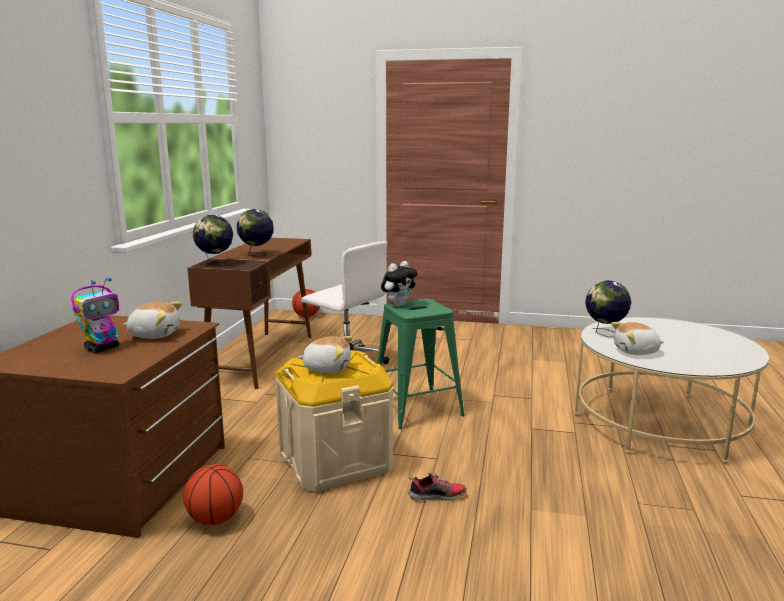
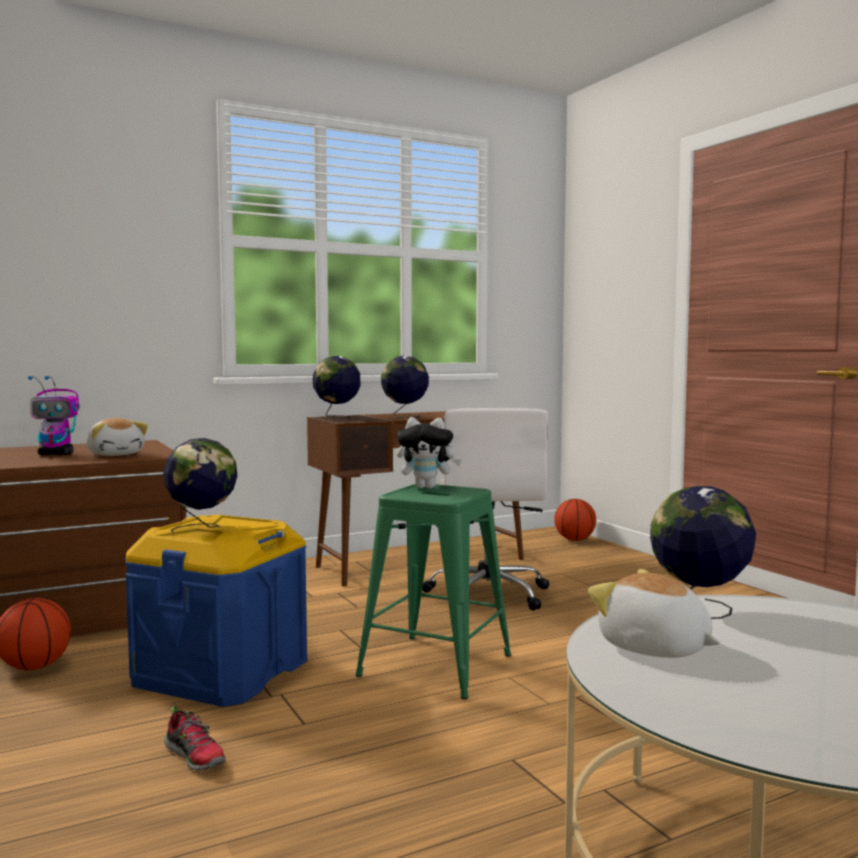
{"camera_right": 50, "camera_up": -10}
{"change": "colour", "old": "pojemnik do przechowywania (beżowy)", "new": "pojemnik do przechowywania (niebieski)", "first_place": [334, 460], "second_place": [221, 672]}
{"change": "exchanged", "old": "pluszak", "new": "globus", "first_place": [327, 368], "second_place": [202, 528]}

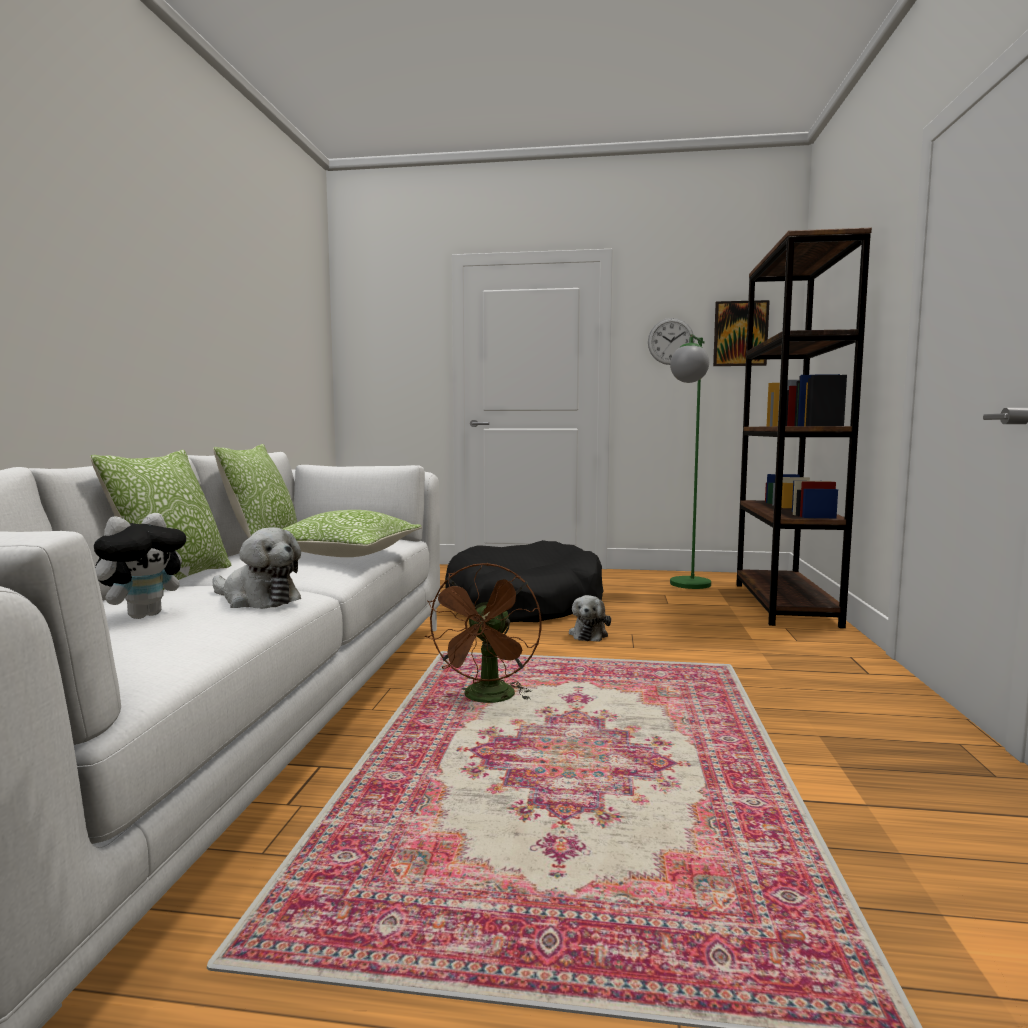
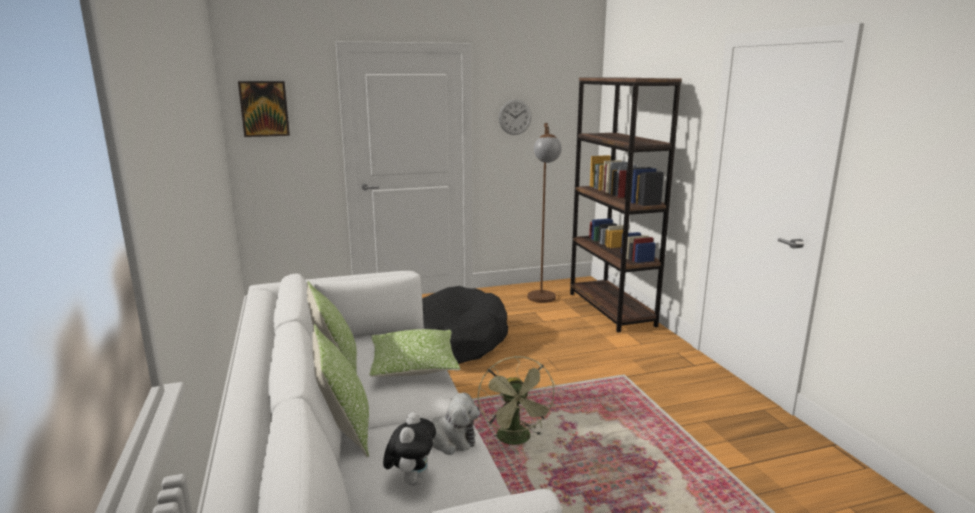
{"camera_right": -25, "camera_up": 10}
{"change": "colour", "old": "wentylator (brązowy)", "new": "wentylator (zielony)", "first_place": [488, 699], "second_place": [516, 440]}
{"change": "missing", "old": "pluszak", "first_place": [589, 634]}
{"change": "colour", "old": "lampa stojąca (zielony)", "new": "lampa stojąca (brązowy)", "first_place": [687, 587], "second_place": [542, 301]}
{"change": "relocated", "old": "obraz", "first_place": [740, 333], "second_place": [264, 109]}

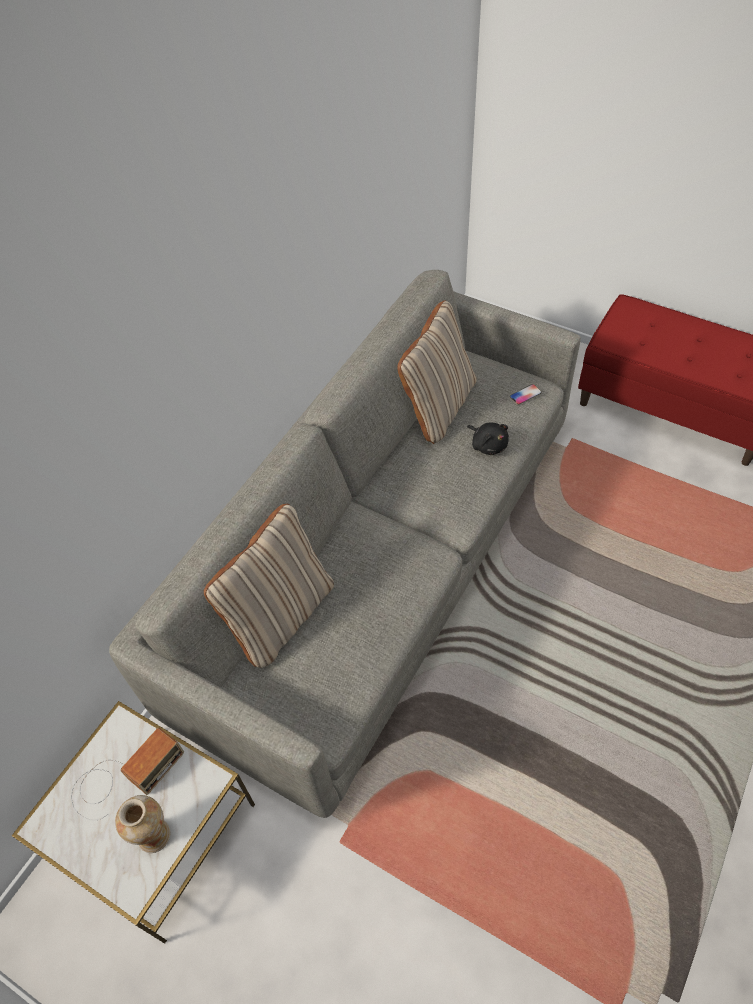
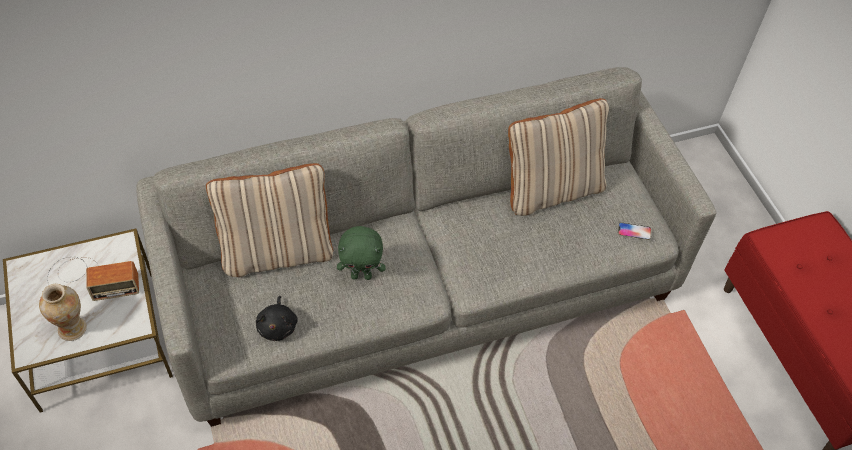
{"camera_right": 35, "camera_up": 0}
{"change": "relocated", "old": "pluszak (czarny)", "first_place": [488, 444], "second_place": [278, 326]}
{"change": "appeared", "new": "pluszak (zielony)", "second_place": [361, 275]}

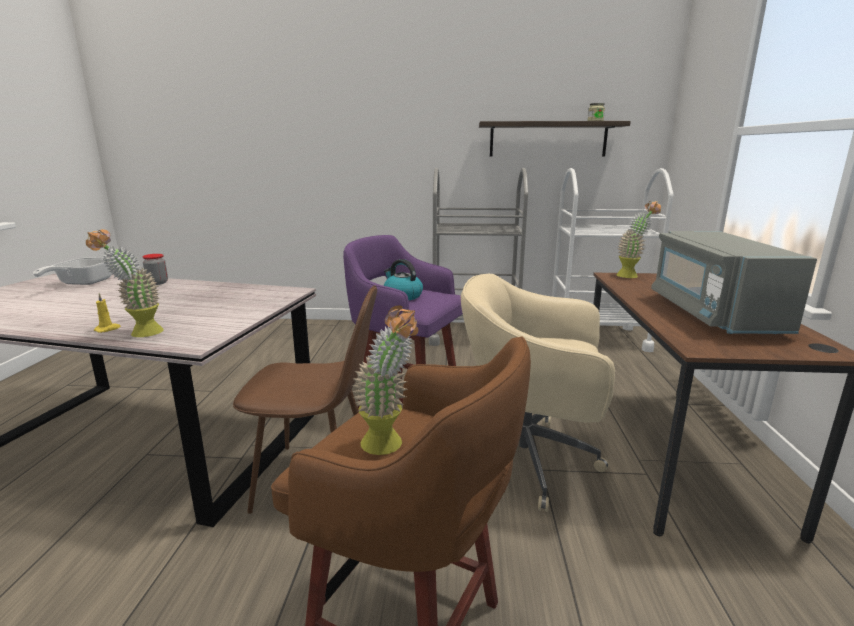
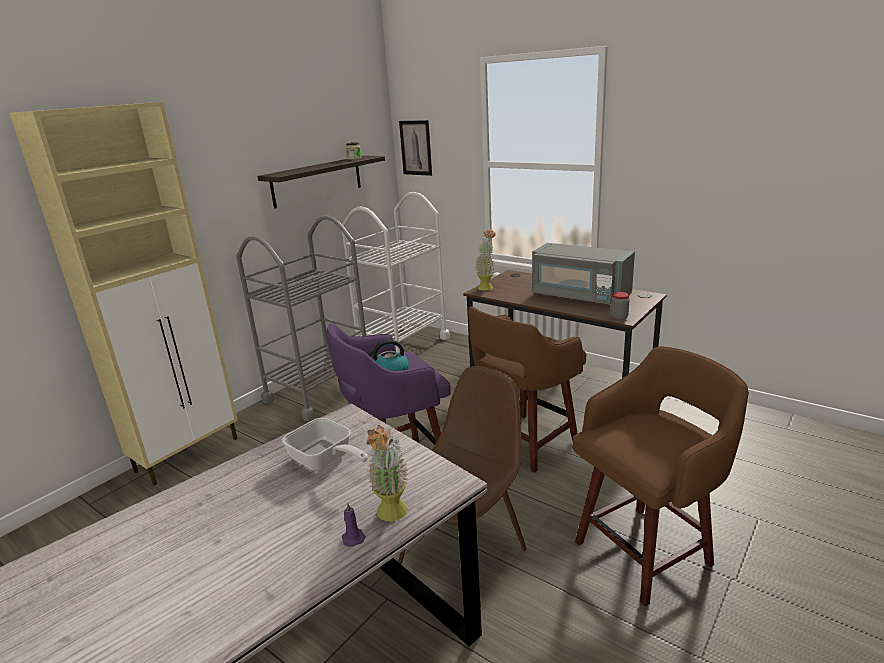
{"camera_right": -55, "camera_up": 5}
{"change": "relocated", "old": "patelnia", "first_place": [81, 283], "second_place": [325, 461]}
{"change": "colour", "old": "świeca (żółty)", "new": "świeca (fioletowy)", "first_place": [108, 329], "second_place": [353, 537]}
{"change": "relocated", "old": "słoik", "first_place": [157, 283], "second_place": [619, 317]}
{"change": "missing", "old": "roślina doniczkowa", "first_place": [389, 447]}
{"change": "exchanged", "old": "krzesło biurowe (beżowy)", "new": "stołek (brązowy)", "first_place": [529, 459], "second_place": [525, 443]}
{"change": "appeared", "new": "szafka (beżowy)", "second_place": [189, 454]}
{"change": "appeared", "new": "obraz", "second_place": [416, 148]}

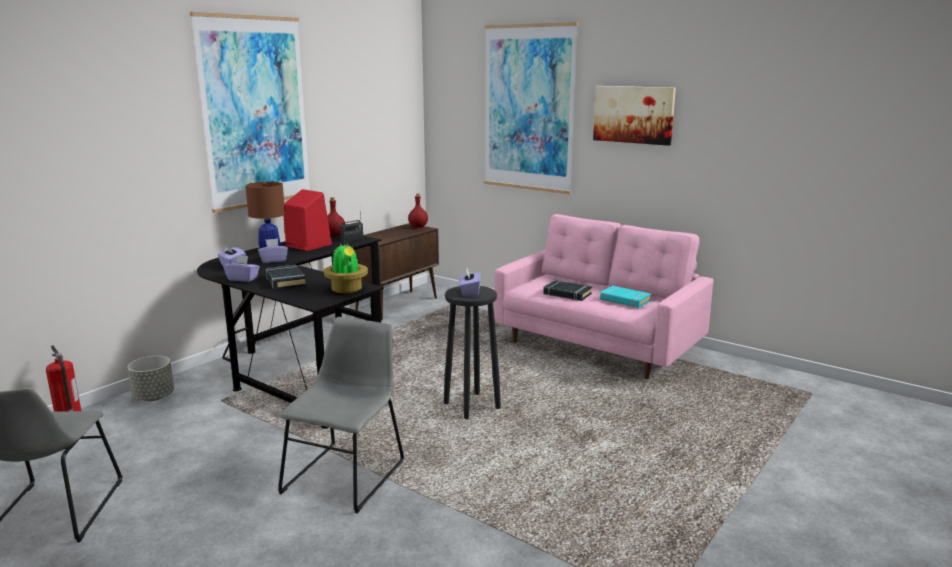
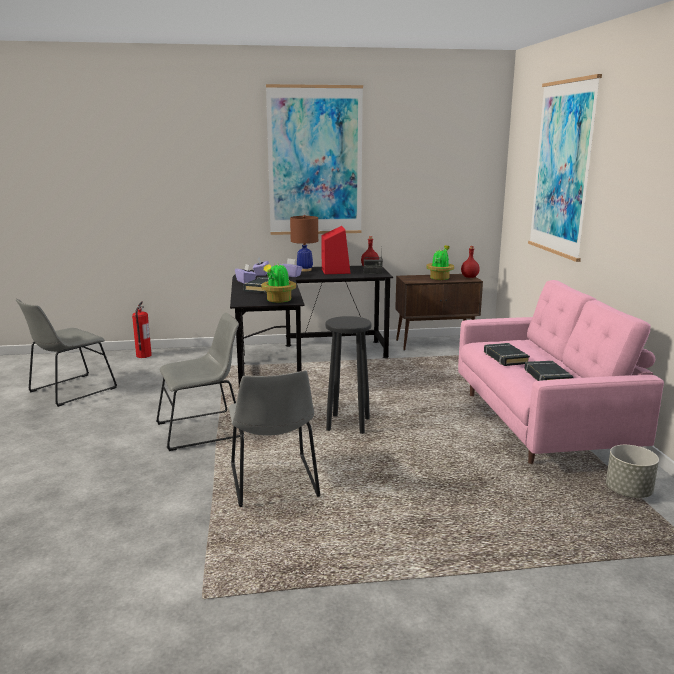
{"camera_right": 45, "camera_up": 0}
{"change": "relocated", "old": "donica (szary)", "first_place": [154, 397], "second_place": [628, 492]}
{"change": "missing", "old": "pudełko chusteczek (fioletowy)", "first_place": [469, 293]}
{"change": "missing", "old": "obraz", "first_place": [633, 114]}
{"change": "colour", "old": "książka (turkusowy)", "new": "książka (czarny)", "first_place": [624, 300], "second_place": [547, 377]}
{"change": "appeared", "new": "krzesło (szary)", "second_place": [274, 483]}
{"change": "appeared", "new": "roślina doniczkowa", "second_place": [440, 278]}

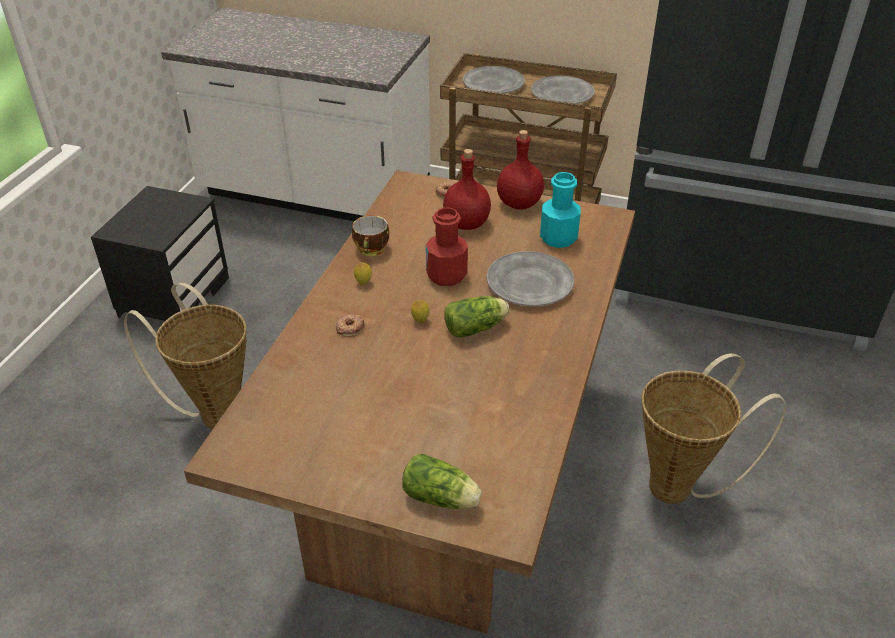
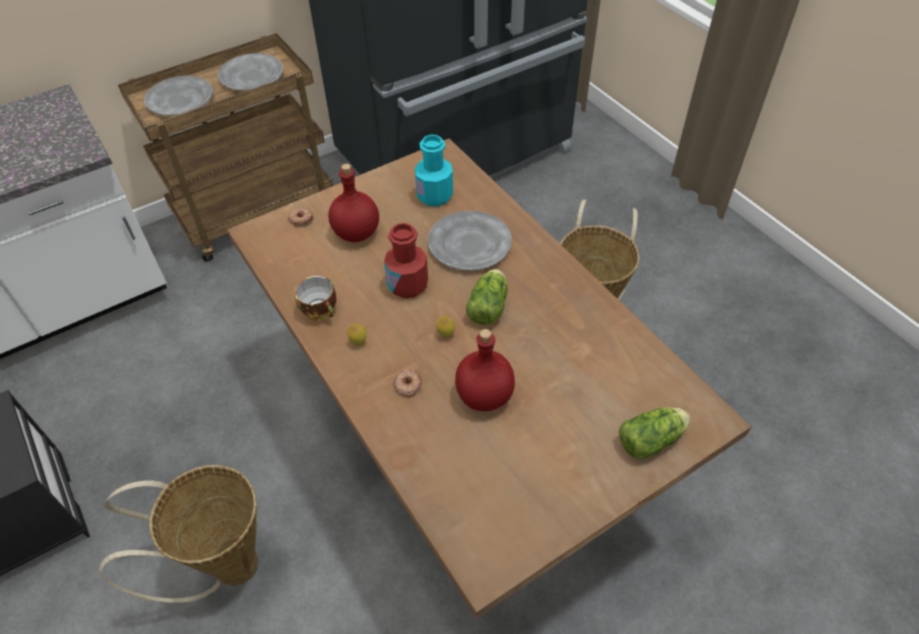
{"camera_right": -50, "camera_up": 10}
{"change": "relocated", "old": "butelka (czerwony)", "first_place": [518, 203], "second_place": [483, 396]}

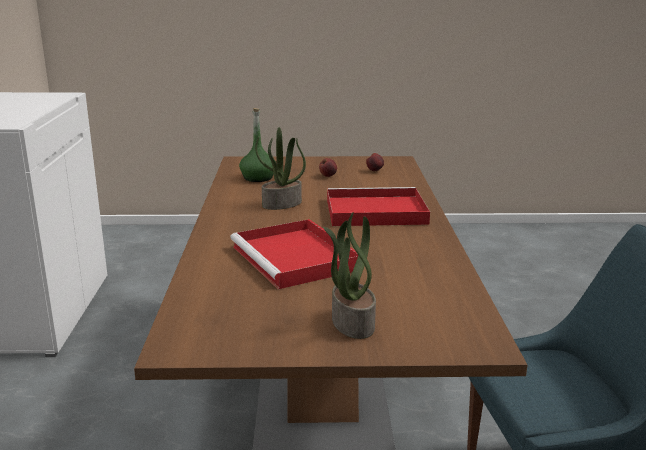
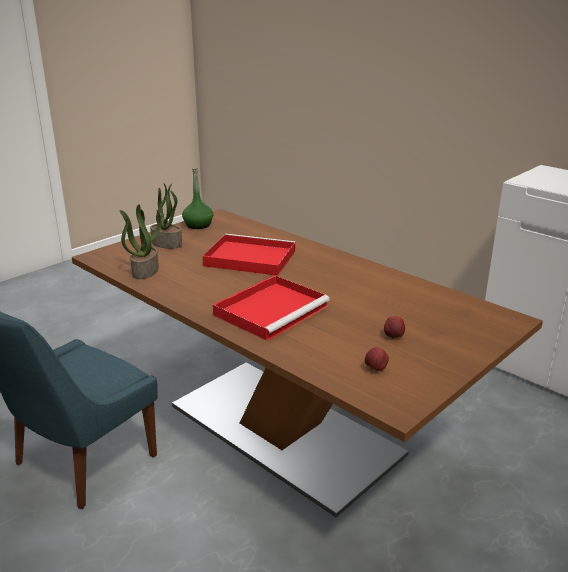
{"camera_right": 135, "camera_up": 5}
{"change": "relocated", "old": "butelka (zielony)", "first_place": [258, 178], "second_place": [198, 225]}
{"change": "relocated", "old": "roślina doniczkowa", "first_place": [282, 204], "second_place": [145, 271]}

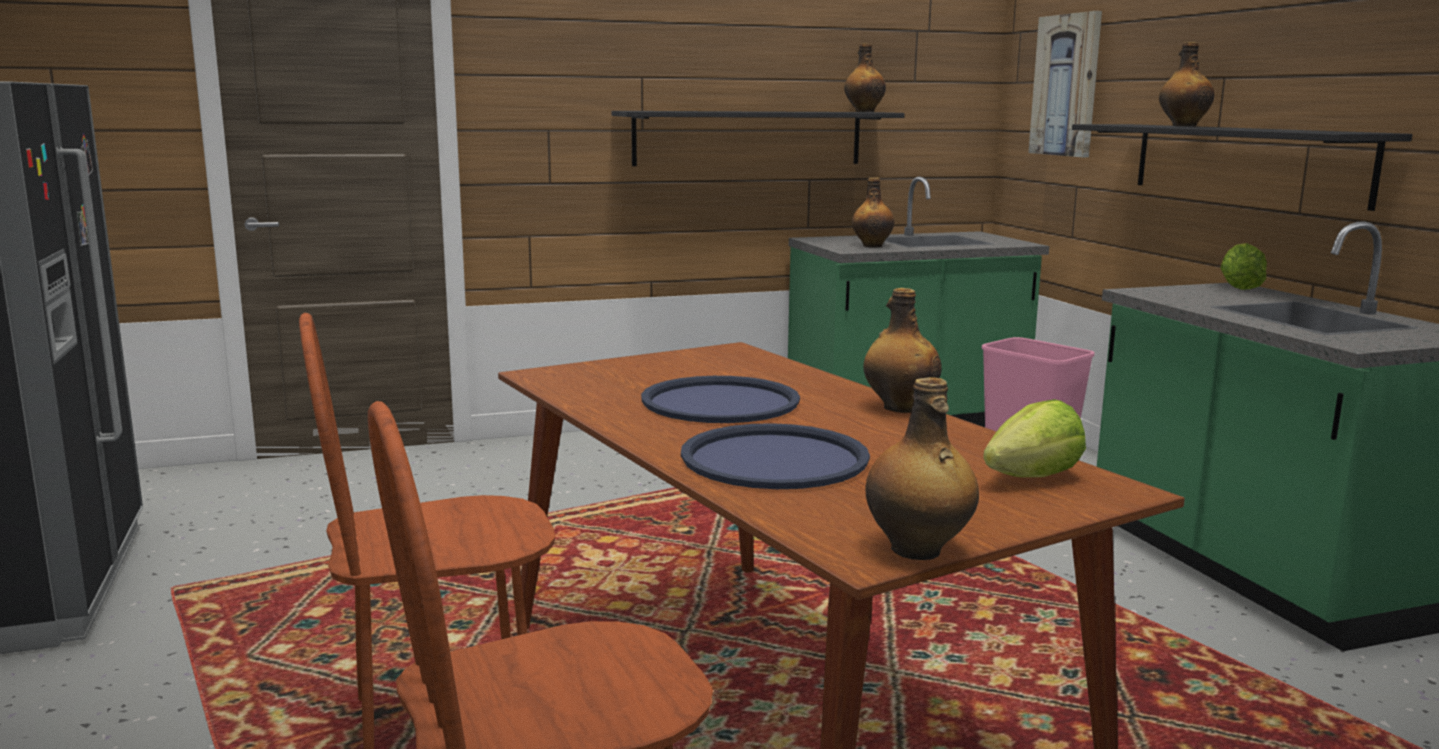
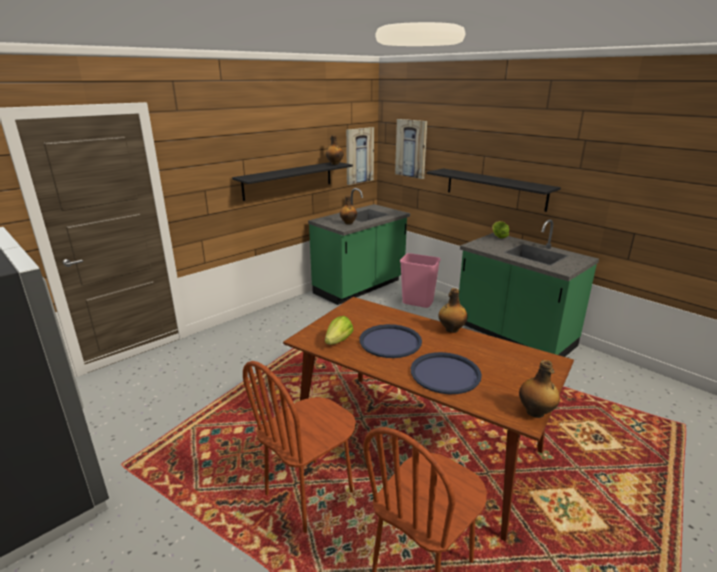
{"camera_right": -25, "camera_up": 10}
{"change": "relocated", "old": "sałata", "first_place": [1032, 477], "second_place": [338, 341]}
{"change": "missing", "old": "butelka", "first_place": [1183, 126]}
{"change": "appeared", "new": "obraz", "second_place": [359, 155]}

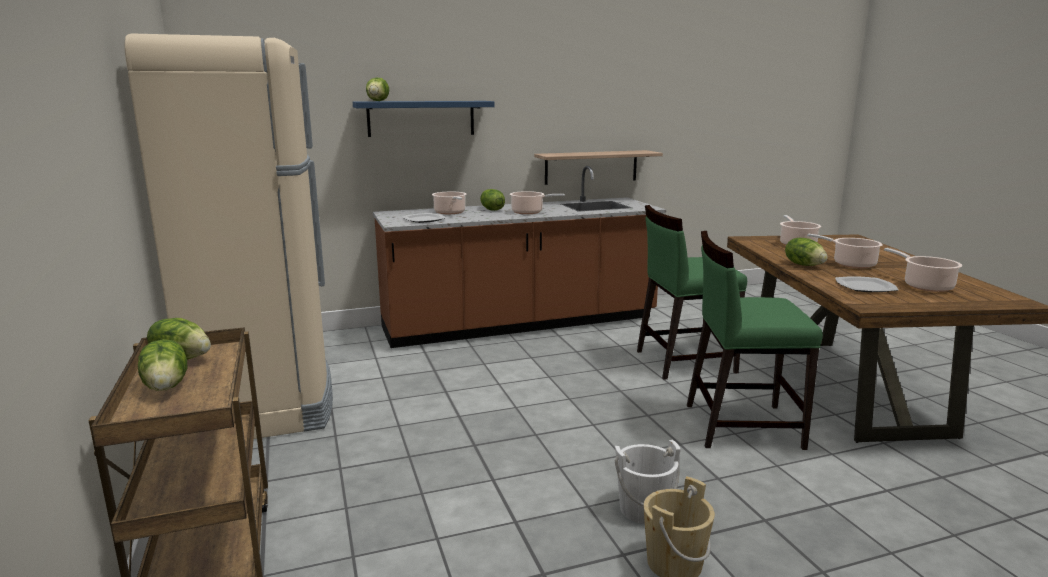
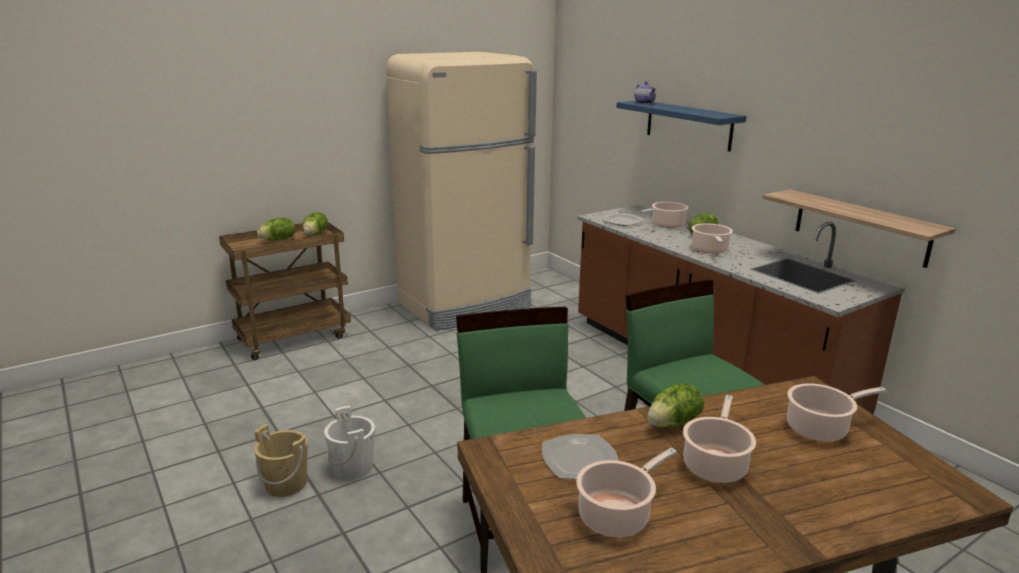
{"camera_right": 75, "camera_up": 5}
{"change": "exchanged", "old": "sałata", "new": "imbryk", "first_place": [378, 101], "second_place": [645, 103]}

